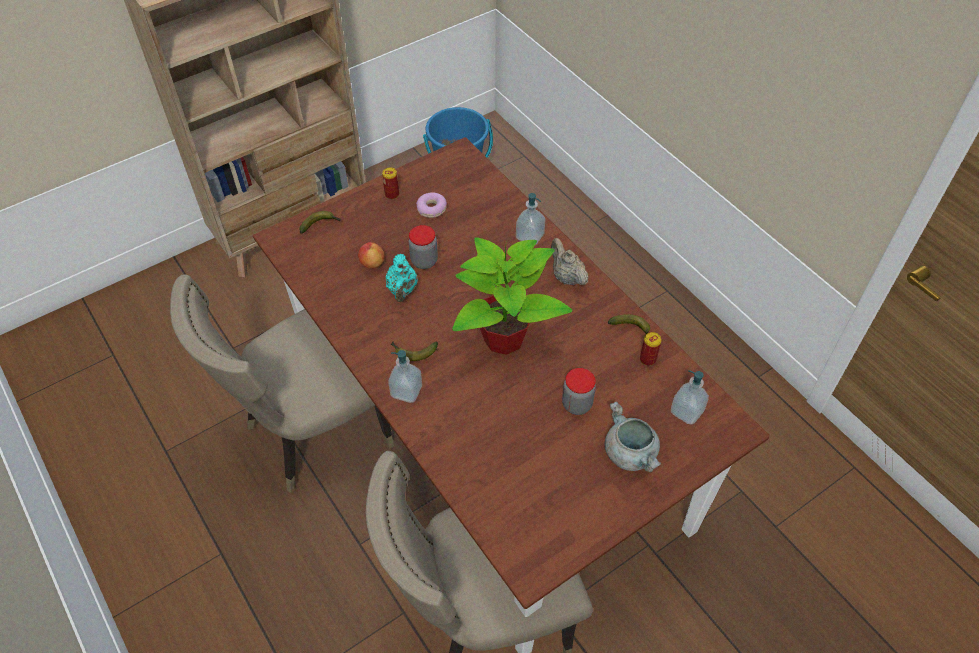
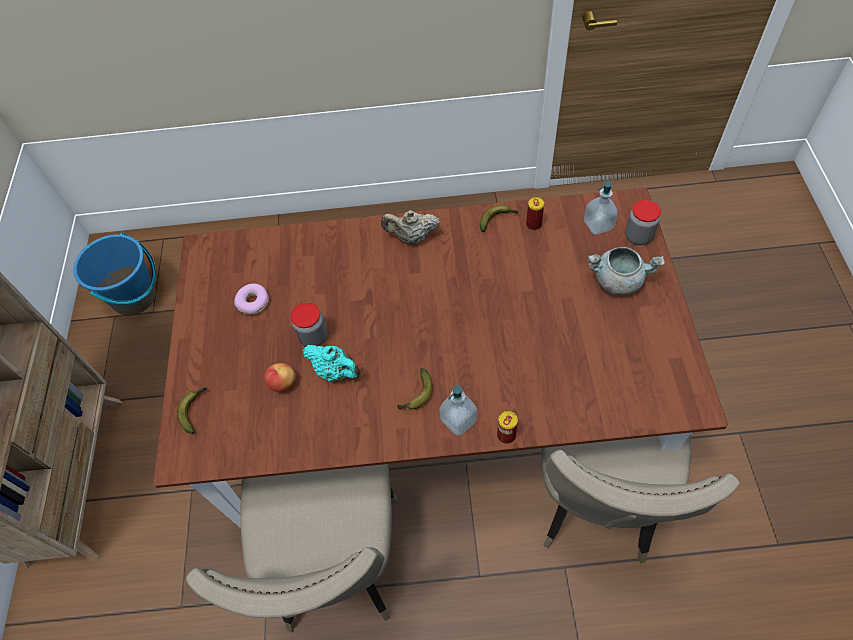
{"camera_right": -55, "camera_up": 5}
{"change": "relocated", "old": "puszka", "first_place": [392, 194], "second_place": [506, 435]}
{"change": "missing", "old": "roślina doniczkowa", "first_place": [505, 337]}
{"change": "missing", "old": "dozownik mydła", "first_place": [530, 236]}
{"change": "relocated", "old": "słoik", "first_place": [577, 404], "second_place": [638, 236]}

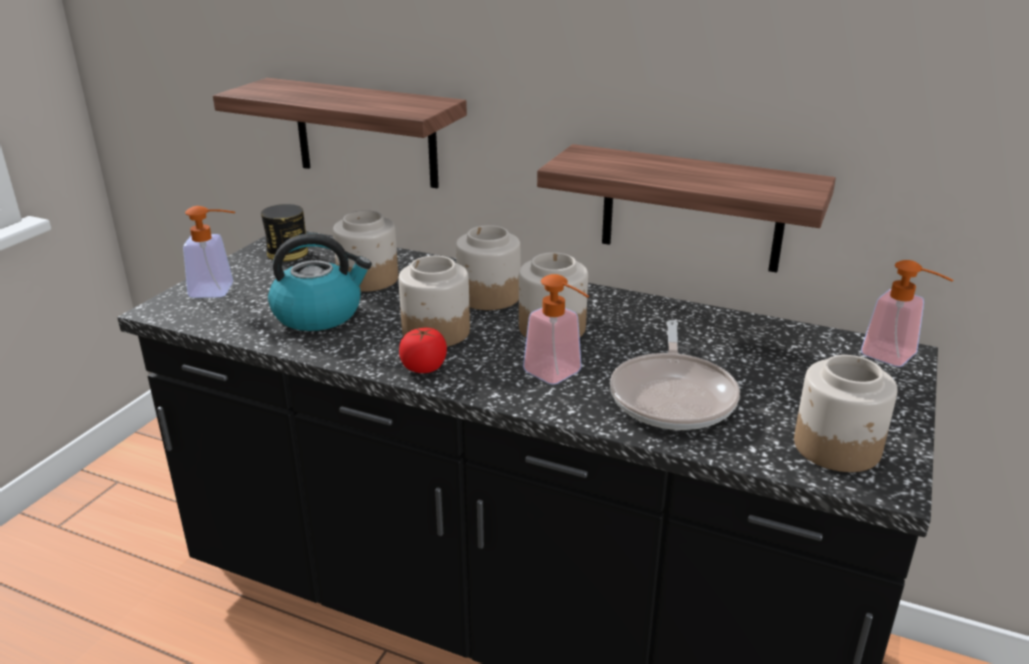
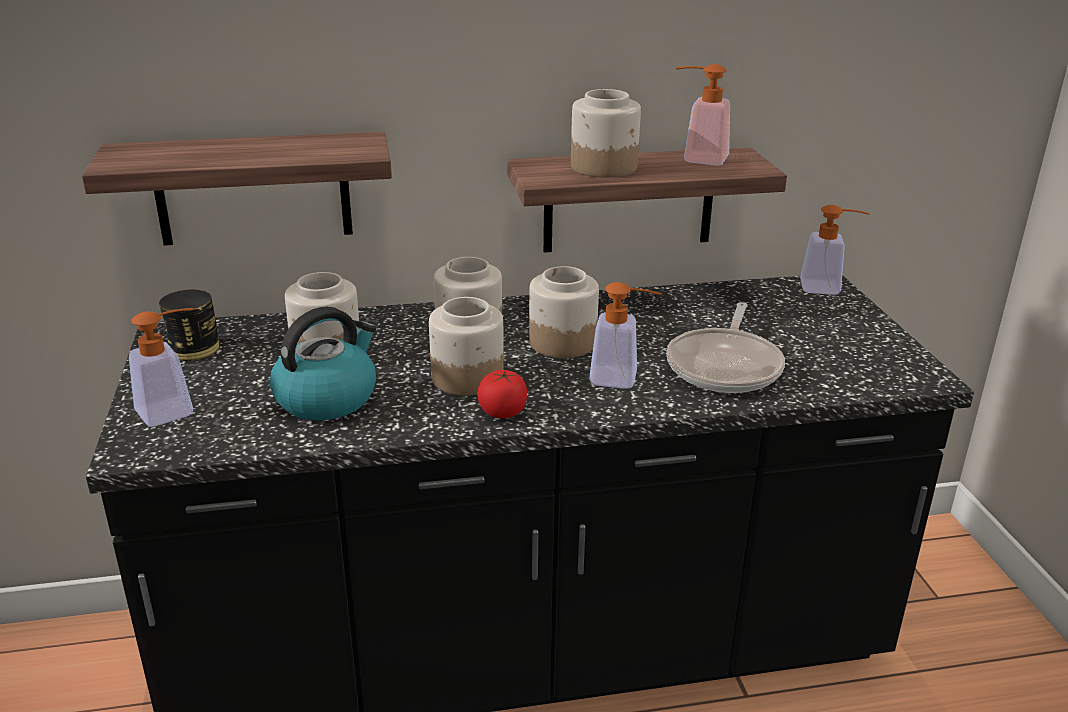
{"camera_right": -35, "camera_up": 0}
{"change": "spun", "old": "patelnia", "first_place": [673, 396], "second_place": [725, 366], "degrees": 45}
{"change": "relocated", "old": "słoik", "first_place": [838, 447], "second_place": [604, 167]}
{"change": "appeared", "new": "dozownik mydła", "second_place": [697, 158]}

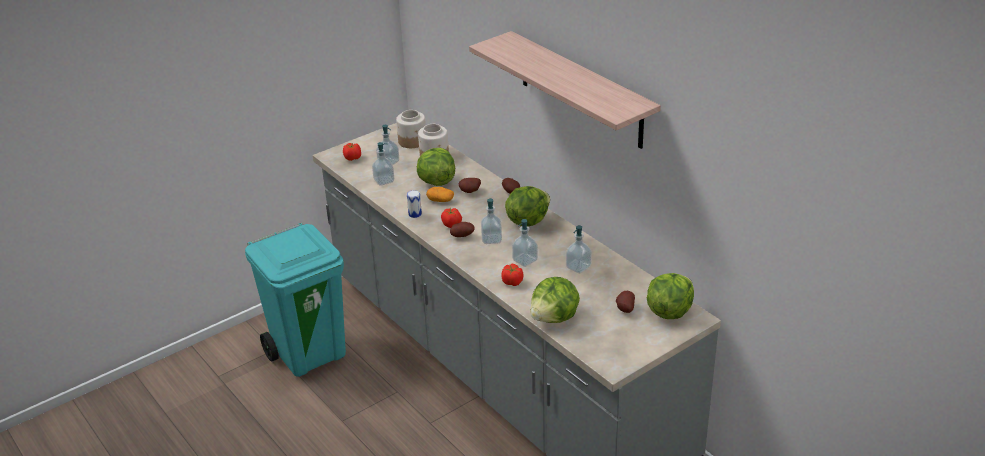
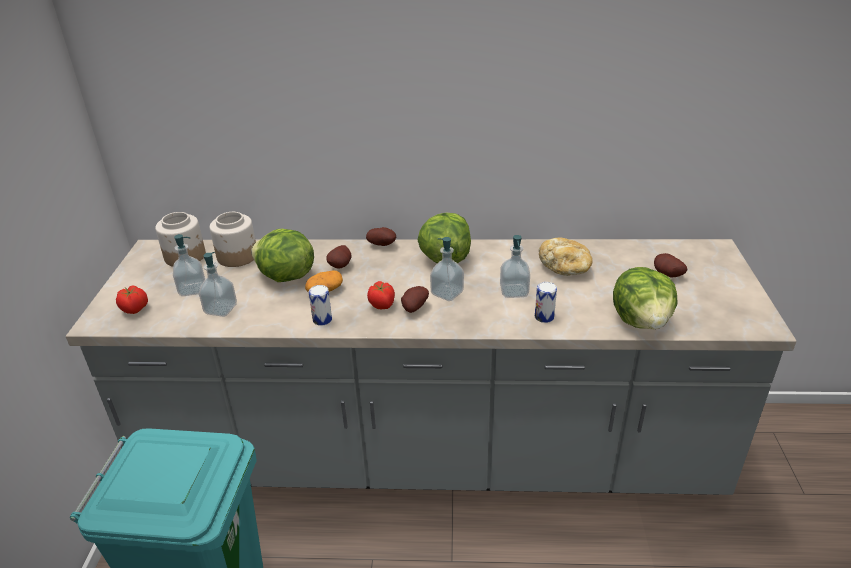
{"camera_right": -50, "camera_up": 0}
{"change": "missing", "old": "półka", "first_place": [580, 90]}
{"change": "exchanged", "old": "pomidor", "new": "puszka", "first_place": [512, 282], "second_place": [544, 317]}
{"change": "exchanged", "old": "dozownik mydła", "new": "chleb", "first_place": [578, 267], "second_place": [565, 268]}
{"change": "missing", "old": "sałata", "first_place": [669, 311]}

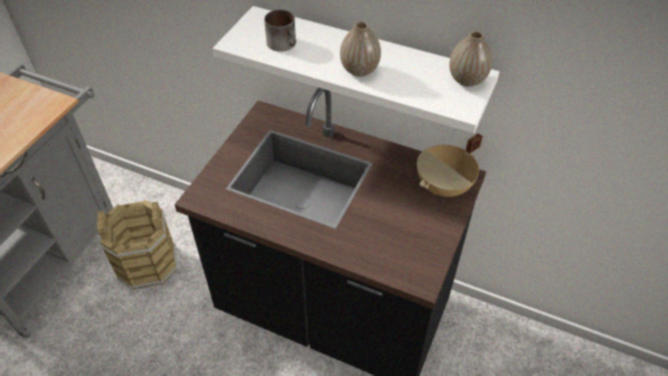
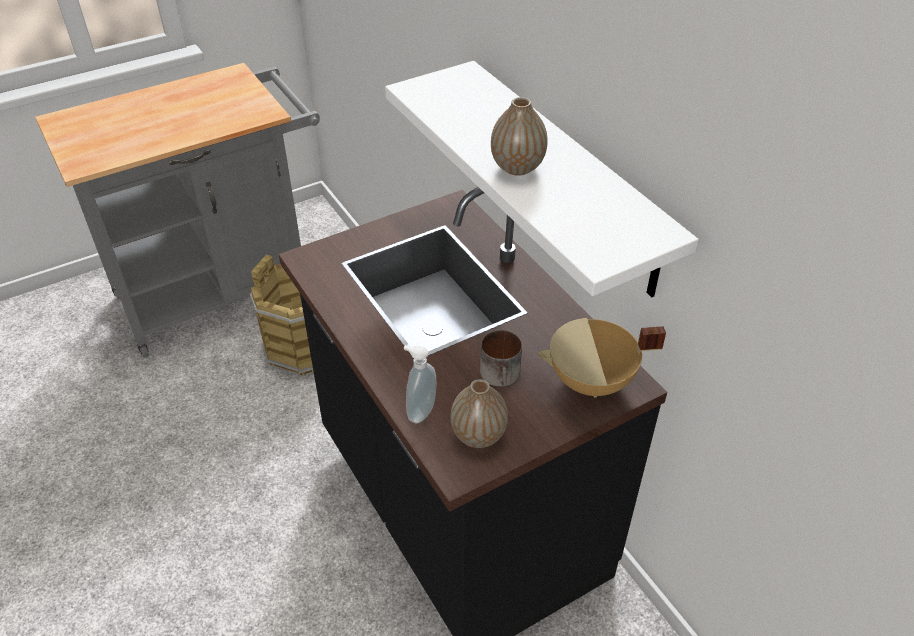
{"camera_right": 35, "camera_up": -5}
{"change": "relocated", "old": "kubek", "first_place": [284, 44], "second_place": [502, 376]}
{"change": "relocated", "old": "wazon", "first_place": [467, 80], "second_place": [478, 435]}
{"change": "appeared", "new": "dozownik mydła", "second_place": [420, 411]}

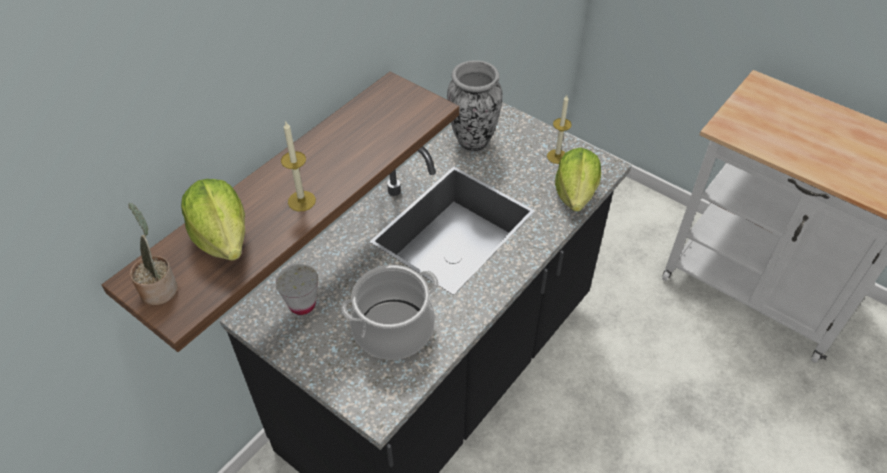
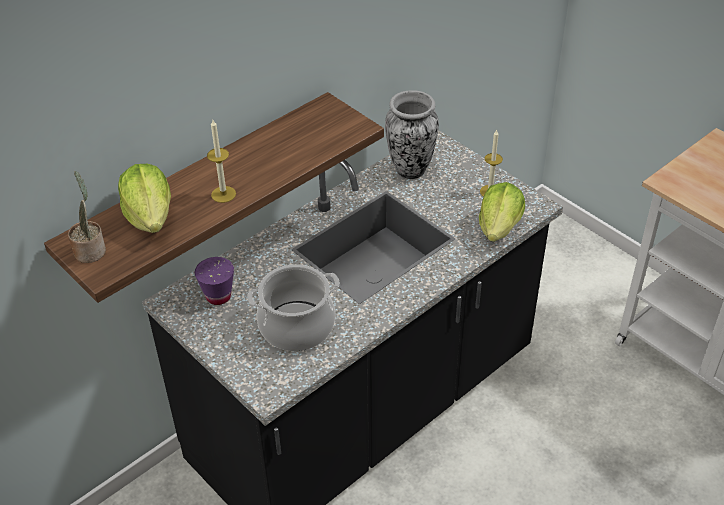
{"camera_right": 10, "camera_up": -5}
{"change": "colour", "old": "filiżanka (biały)", "new": "filiżanka (fioletowy)", "first_place": [302, 304], "second_place": [218, 296]}

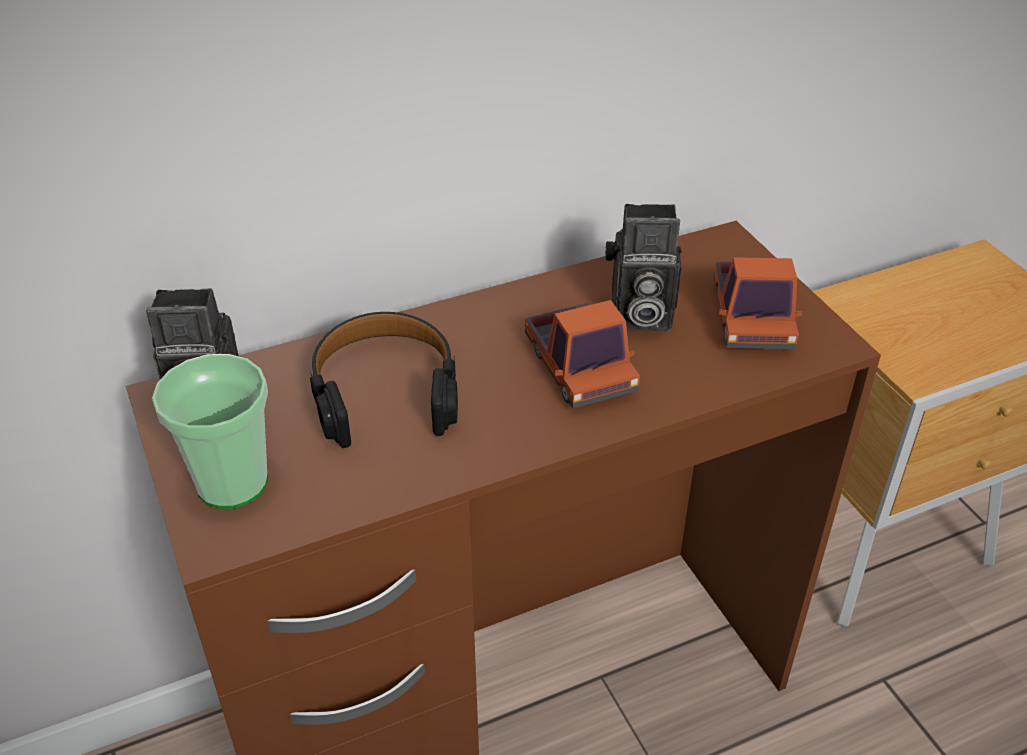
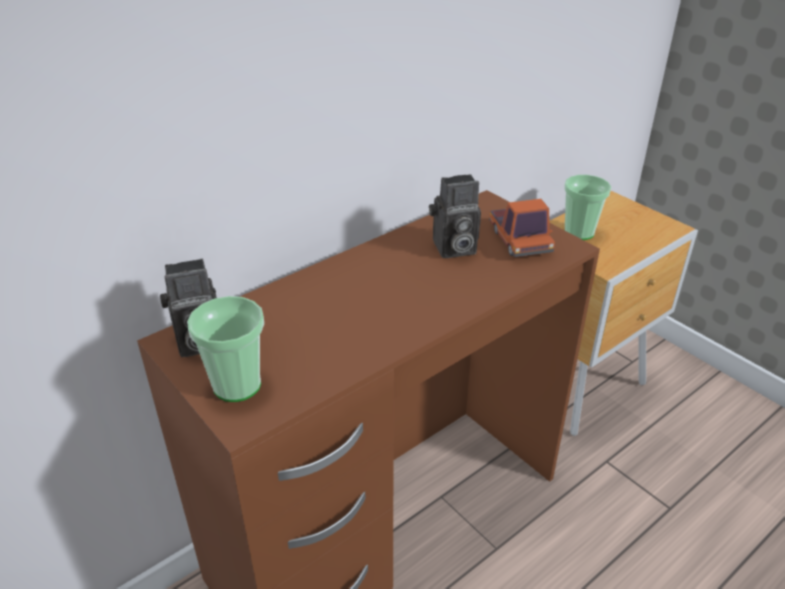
{"camera_right": -15, "camera_up": -5}
{"change": "missing", "old": "słuchawki (czarny)", "first_place": [385, 391]}
{"change": "missing", "old": "ciężarówka zabawkowa", "first_place": [579, 368]}
{"change": "appeared", "new": "filiżanka", "second_place": [579, 232]}

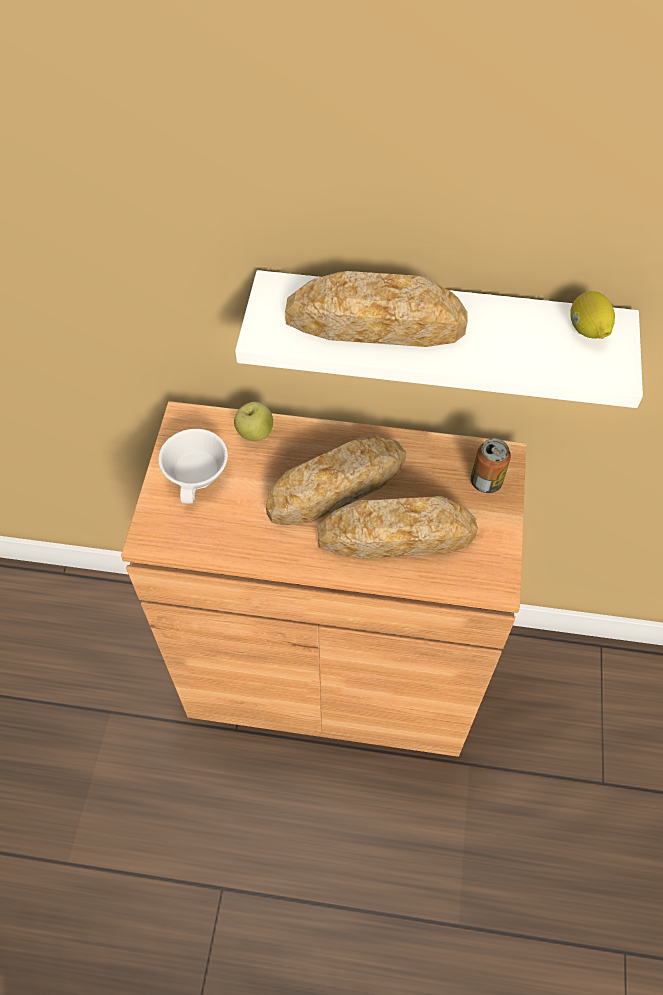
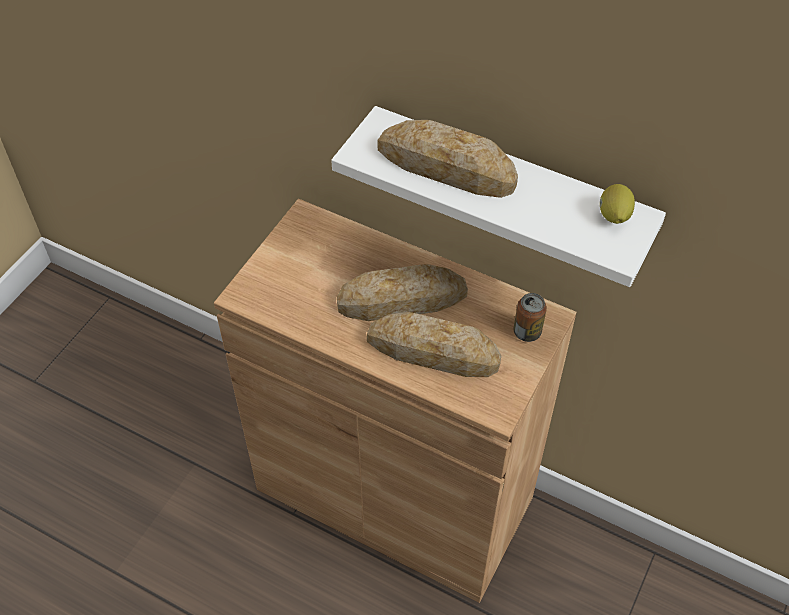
{"camera_right": 20, "camera_up": -5}
{"change": "missing", "old": "filiżanka (biały)", "first_place": [199, 475]}
{"change": "missing", "old": "jabłko", "first_place": [255, 433]}

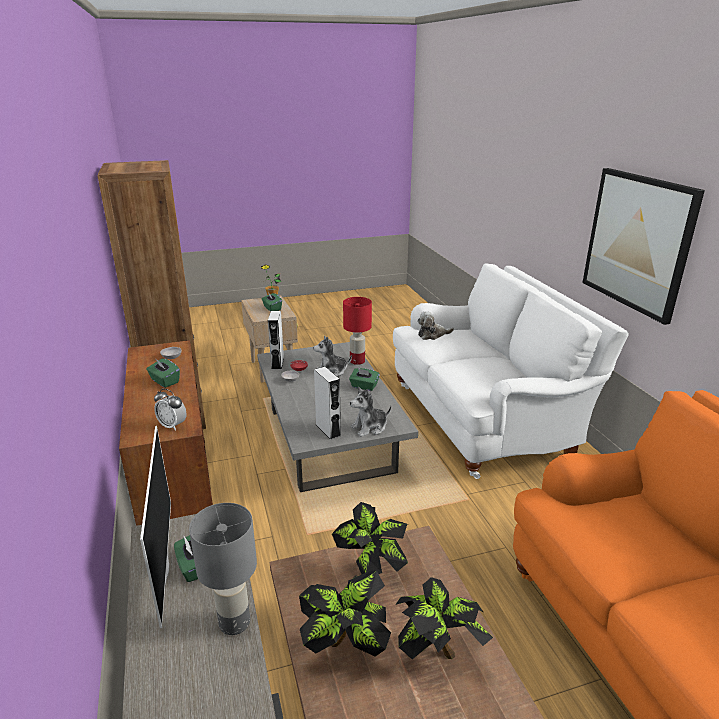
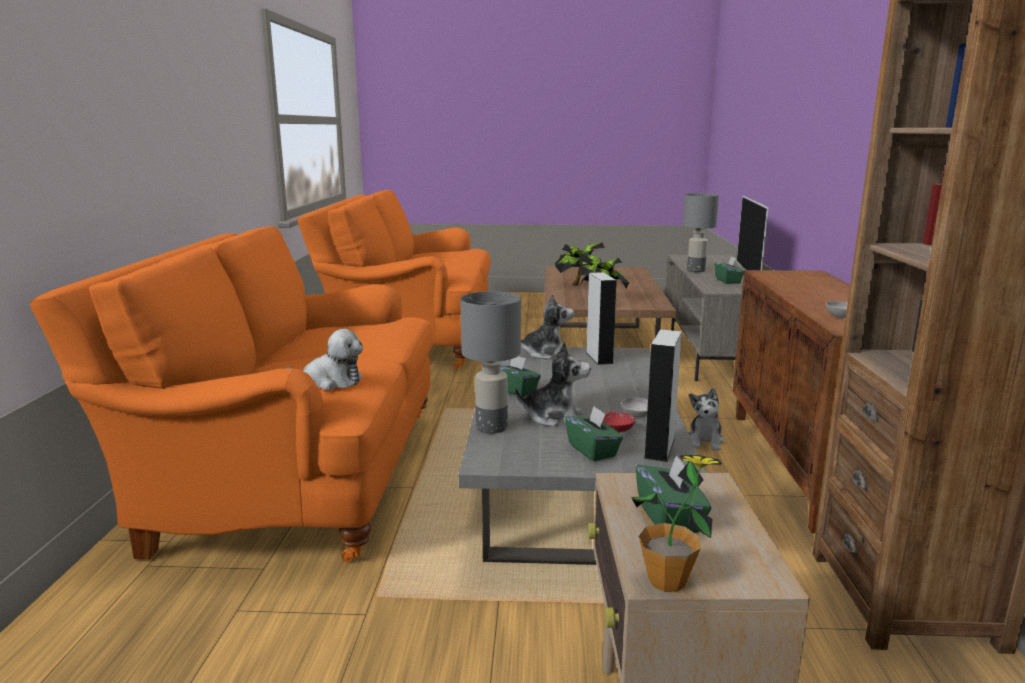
{"camera_right": -160, "camera_up": -10}
{"change": "relocated", "old": "pudełko chusteczek (zielony)", "first_place": [164, 381], "second_place": [593, 450]}
{"change": "missing", "old": "budzik", "first_place": [172, 425]}
{"change": "missing", "old": "roślina doniczkowa", "first_place": [345, 645]}
{"change": "colour", "old": "lampa stołowa (czerwony)", "new": "lampa stołowa (szary)", "first_place": [357, 361], "second_place": [491, 427]}
{"change": "colour", "old": "kanapa (biały)", "new": "kanapa (pomarańczowy)", "first_place": [485, 418], "second_place": [295, 476]}
{"change": "missing", "old": "obraz", "first_place": [637, 242]}
{"change": "appeared", "new": "pluszak", "second_place": [705, 441]}

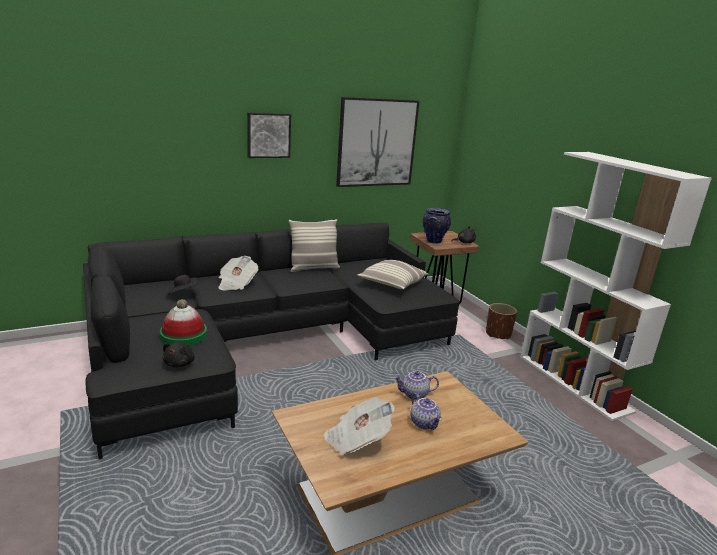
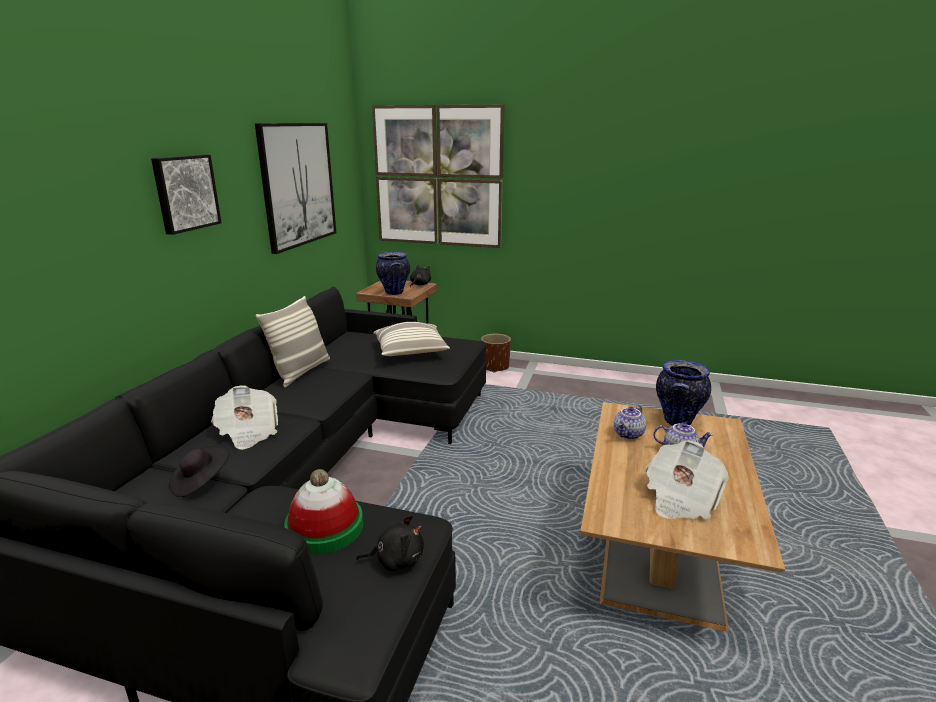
{"camera_right": -45, "camera_up": 0}
{"change": "spun", "old": "pluszak (czarny)", "first_place": [180, 363], "second_place": [396, 559], "degrees": -60}
{"change": "missing", "old": "regał (biały)", "first_place": [574, 383]}
{"change": "appeared", "new": "obraz", "second_place": [438, 177]}
{"change": "appeared", "new": "wazon", "second_place": [677, 421]}

